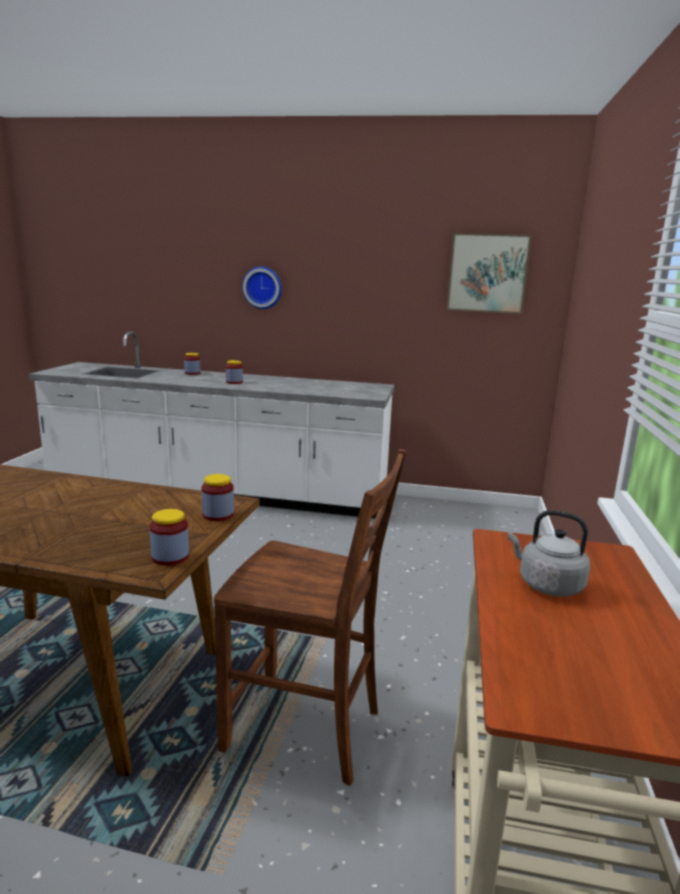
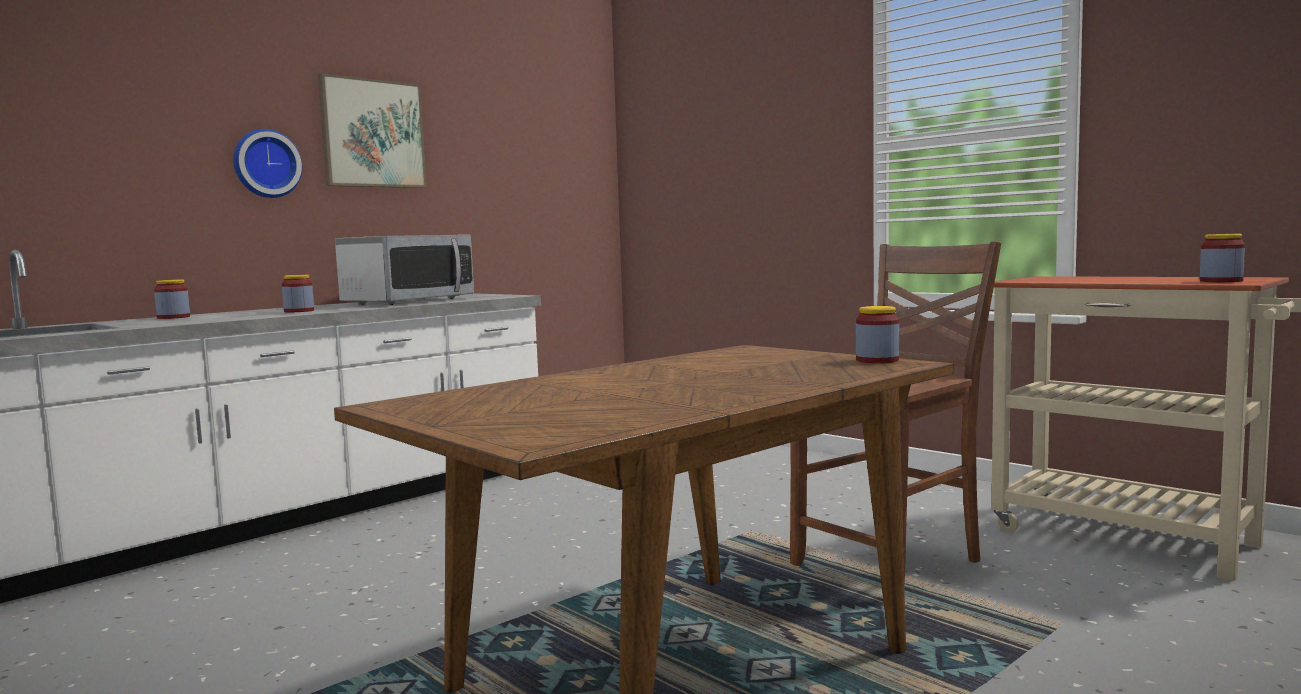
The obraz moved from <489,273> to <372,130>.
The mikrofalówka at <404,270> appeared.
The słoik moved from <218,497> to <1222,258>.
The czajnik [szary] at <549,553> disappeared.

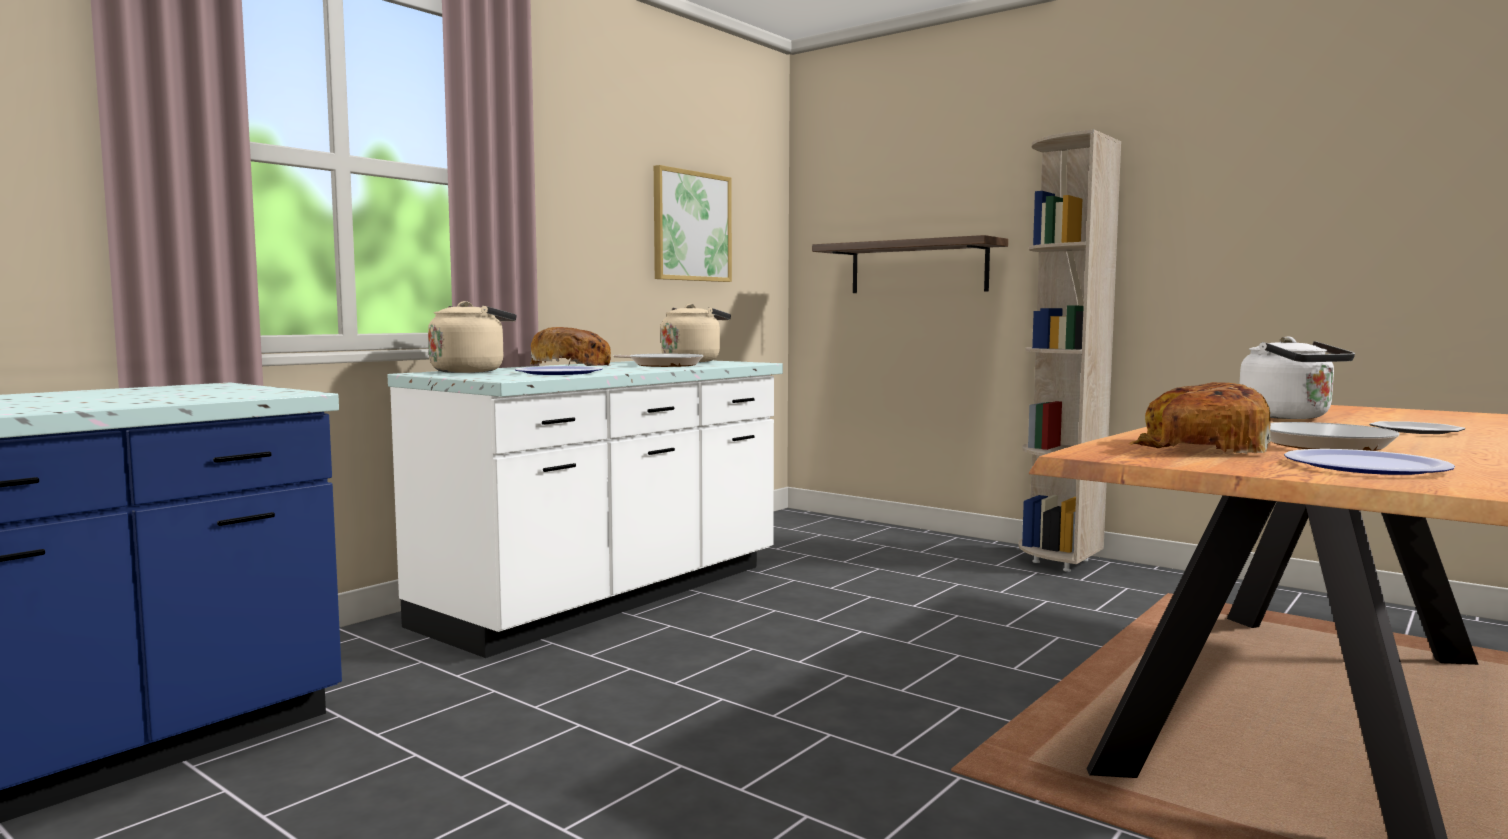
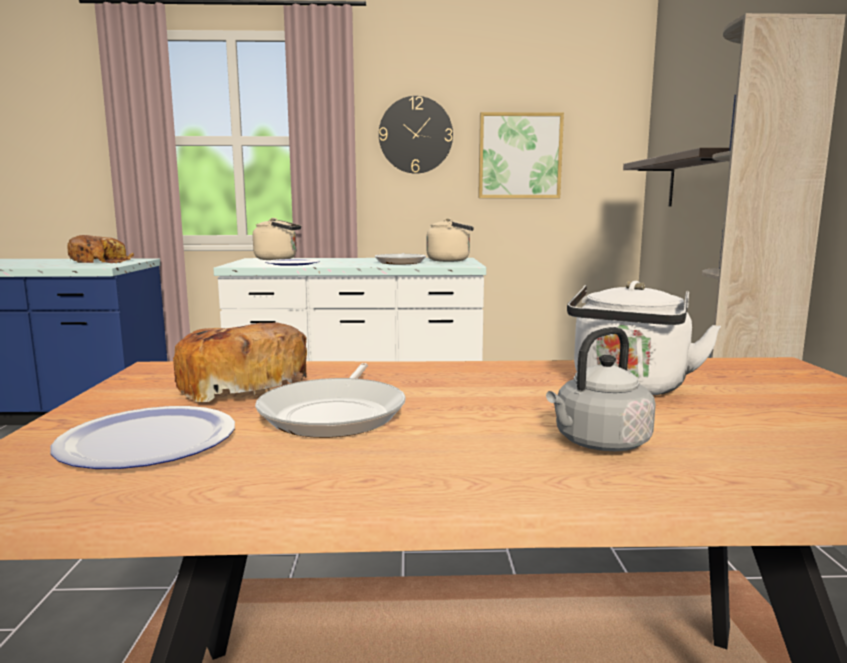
The chleb moved from <570,346> to <101,249>.
The zegar ścienny at <416,135> appeared.
The talerz at <1417,427> was replaced by the czajnik [szary] at <601,389>.

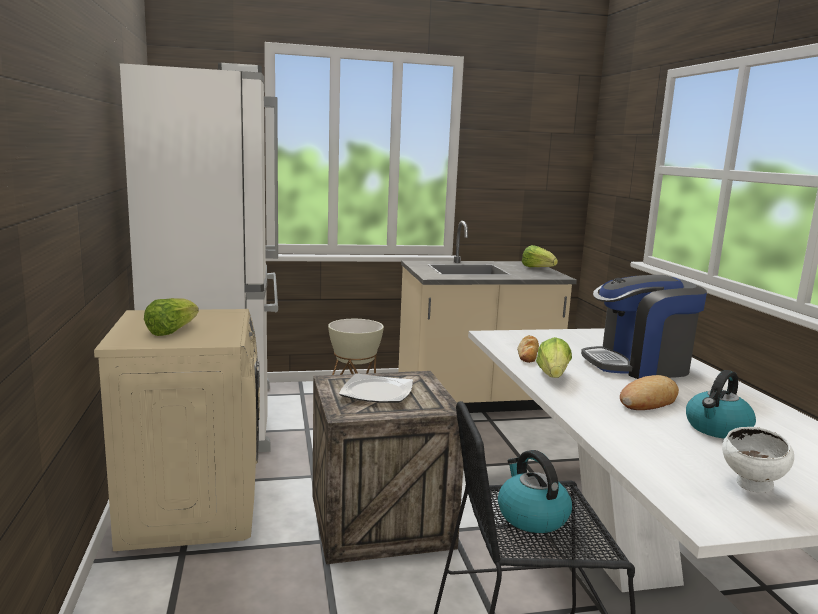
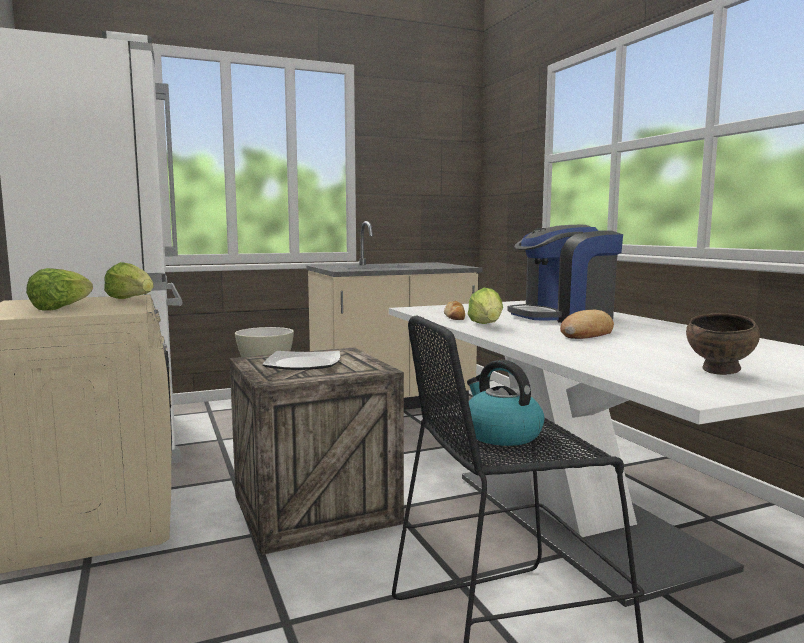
The sałata moved from <540,256> to <129,280>.
The miska [biały] at <758,460> became the miska [brązowy] at <723,344>.
The czajnik at <721,404> disappeared.

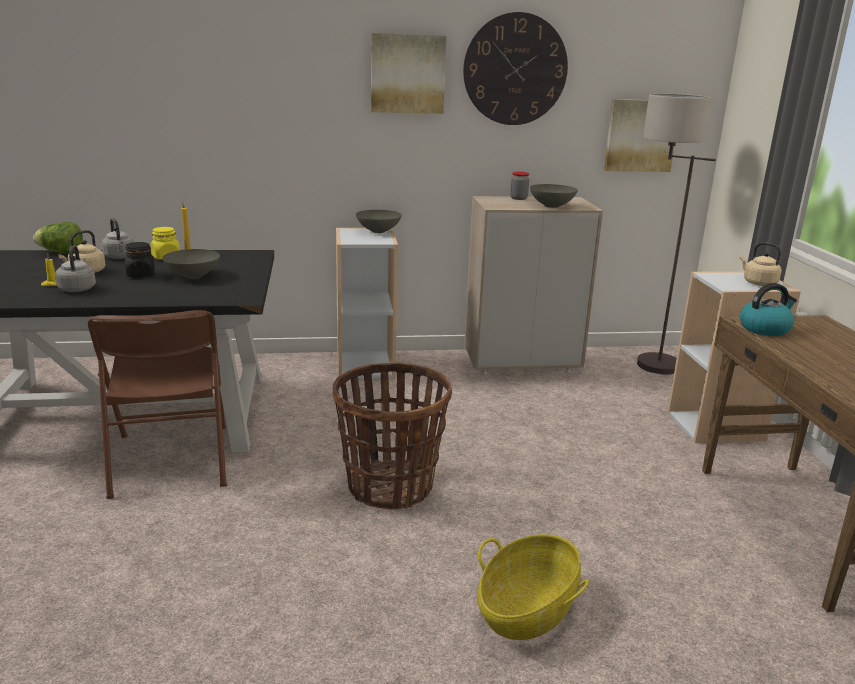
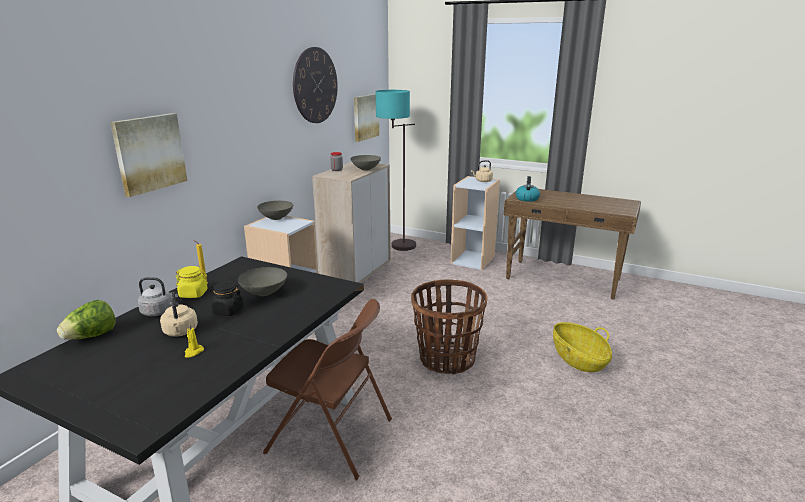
The obraz moved from <408,73> to <148,155>.
The lampa stojąca [szary] at <676,234> became the lampa stojąca [turkusowy] at <396,170>.
The czajnik [szary] at <75,268> disappeared.

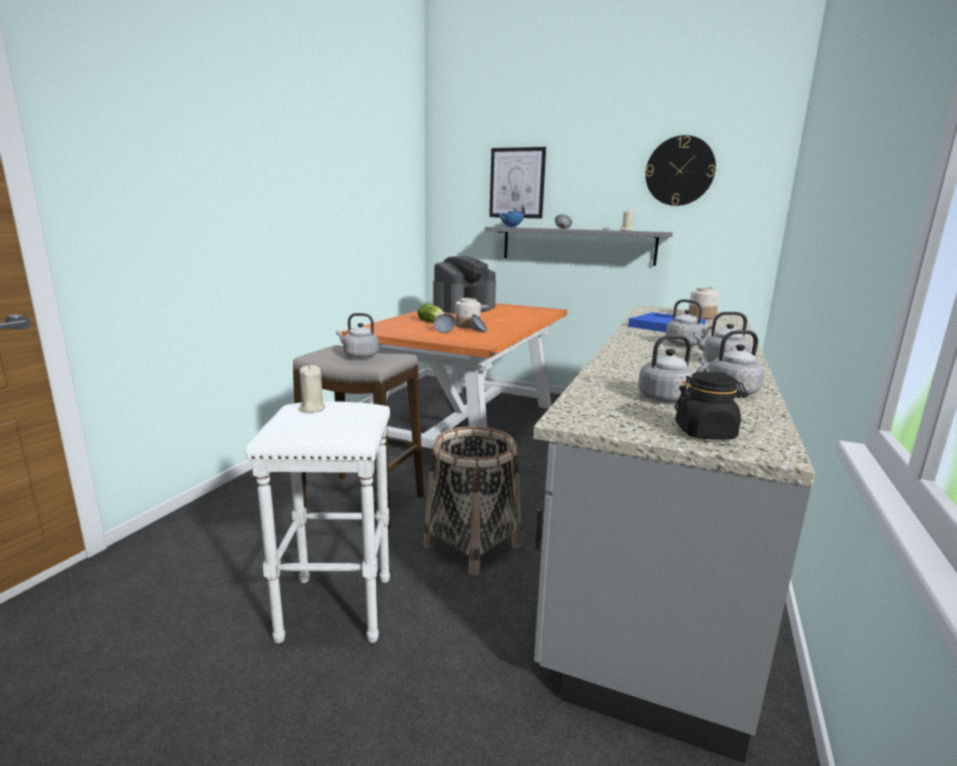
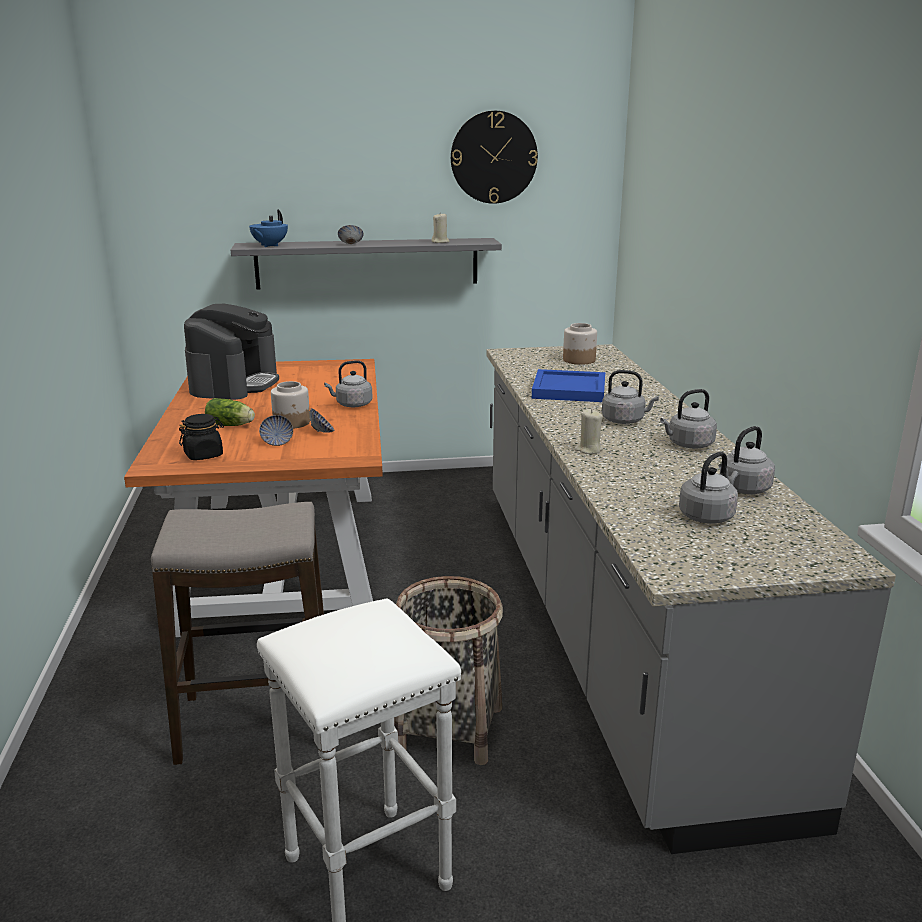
The słoik [czarny] moved from <711,405> to <201,437>.
The czajnik [szary] moved from <357,335> to <348,383>.
The świeca [beżowy] moved from <312,389> to <589,431>.
The obraz at <517,182> disappeared.

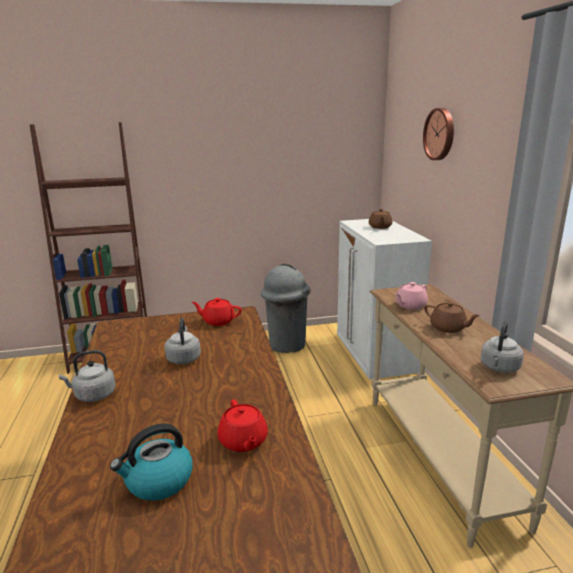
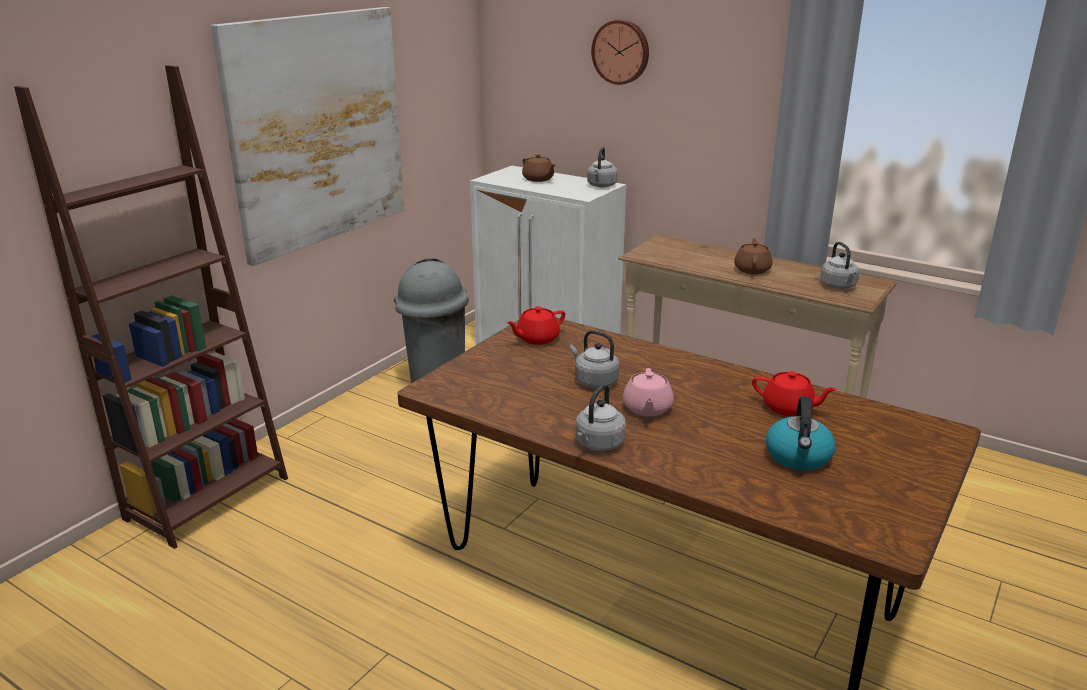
The obraz at <307,136> appeared.
The czajnik [szary] at <602,167> appeared.
The imbryk [różowy] moved from <412,296> to <648,392>.
The imbryk [brązowy] at <452,317> turned 75 degrees counterclockwise.

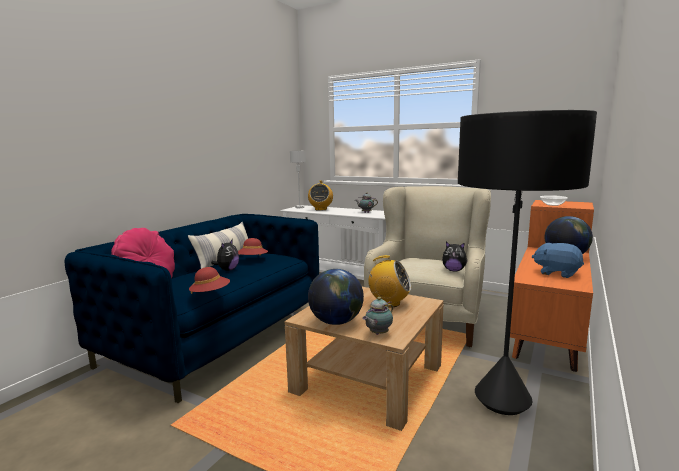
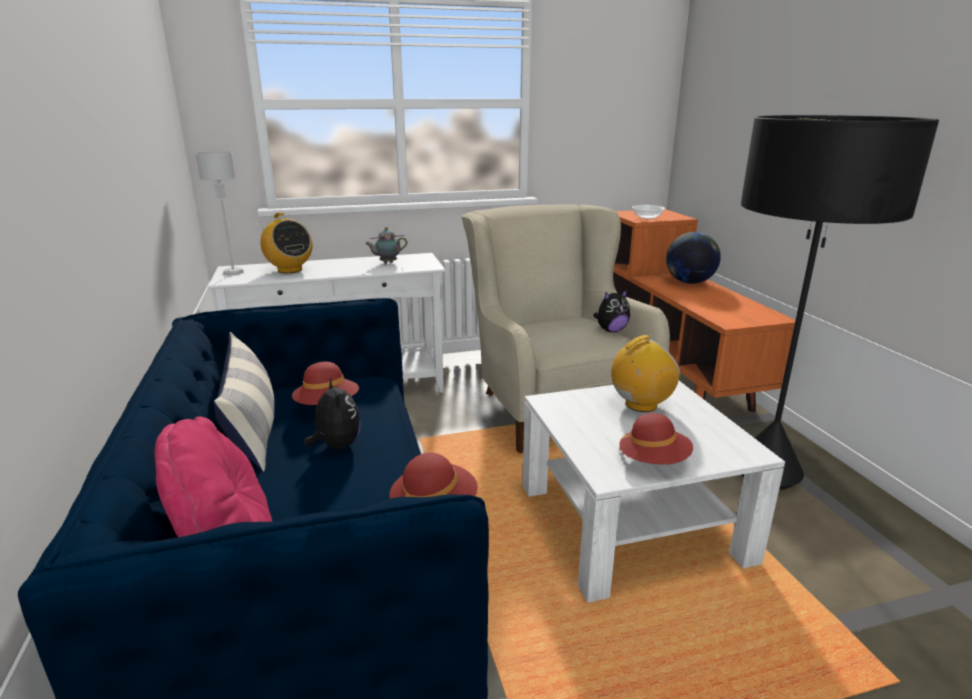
The ława [brązowy] at <364,359> became the ława [biały] at <653,492>.
The globus at <336,297> was replaced by the kapelusz [czerwony] at <656,438>.
The imbryk at <377,316> disappeared.
The pluszak [niebieski] at <557,260> disappeared.

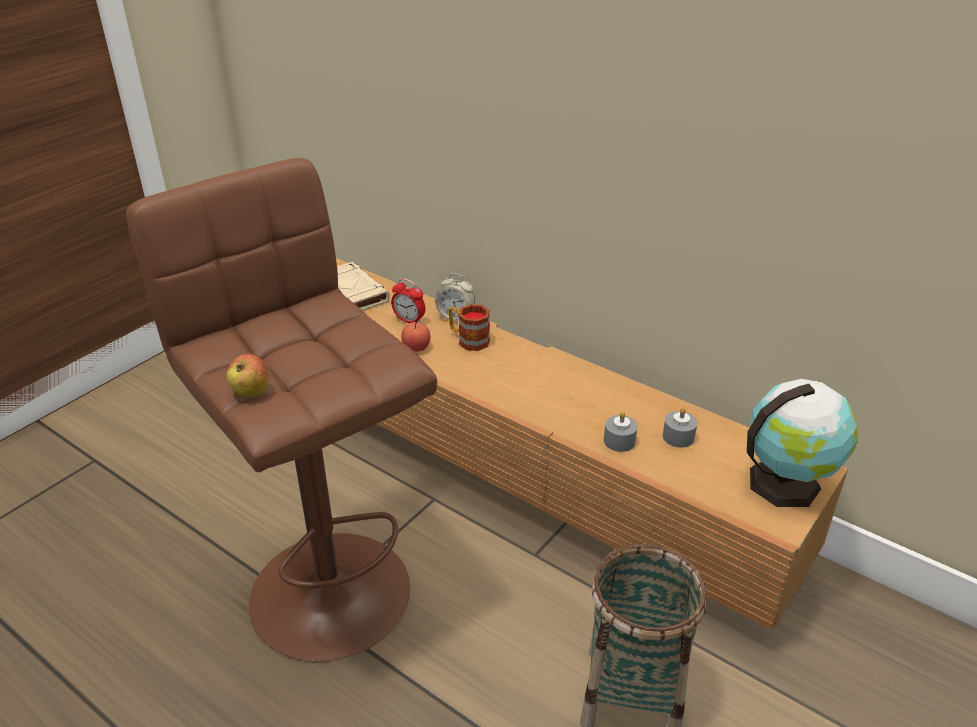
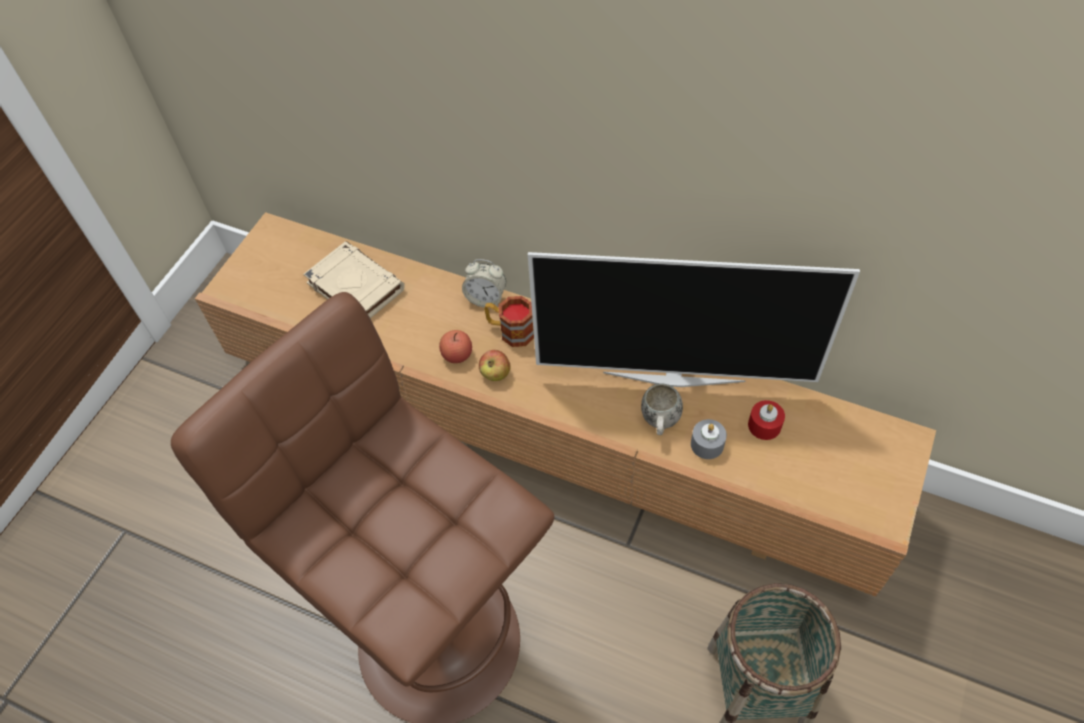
The jabłko moved from <247,375> to <495,365>.
The telewizor at <694,319> appeared.
The kubek [biały] at <662,409> appeared.
The świeca [szary] at <680,427> became the świeca [czerwony] at <766,420>.
The budzik at <408,300> disappeared.
The globus at <802,443> disappeared.

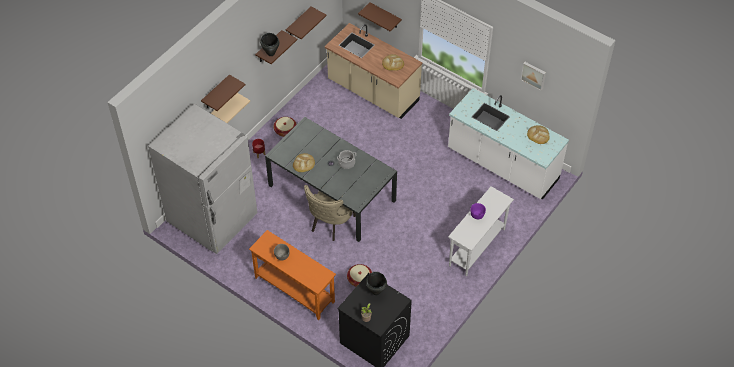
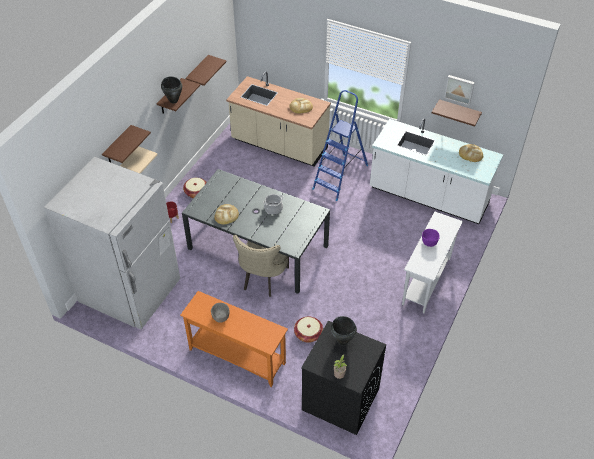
The drabinka [niebieski] at <340,145> appeared.
The półka [brązowy] moved from <380,16> to <457,112>.

